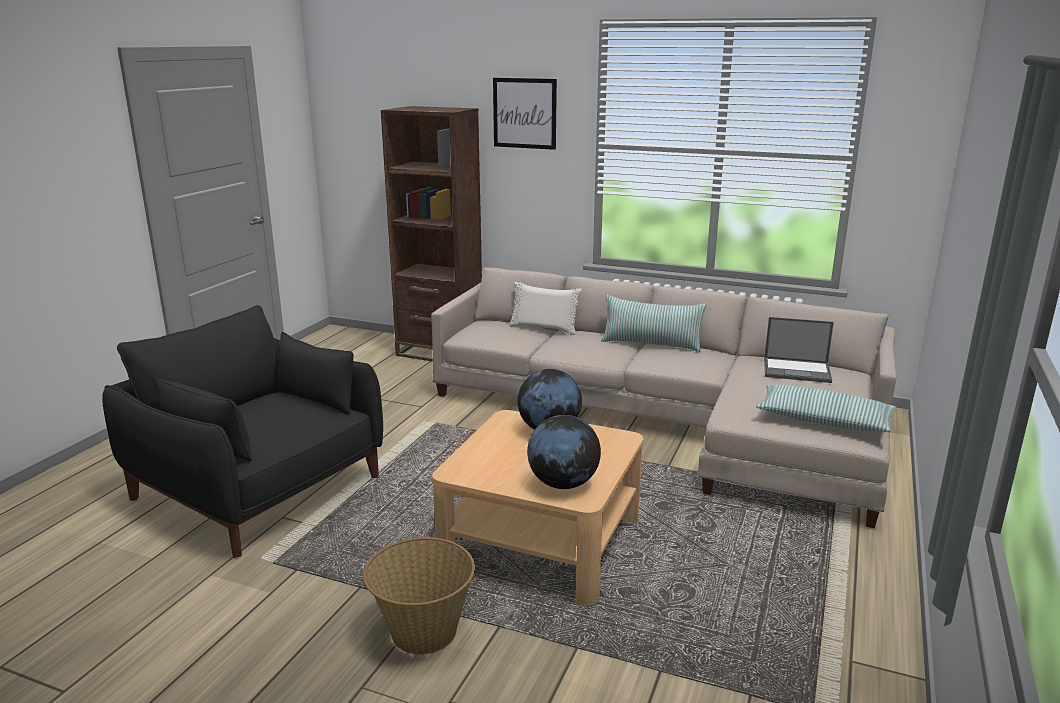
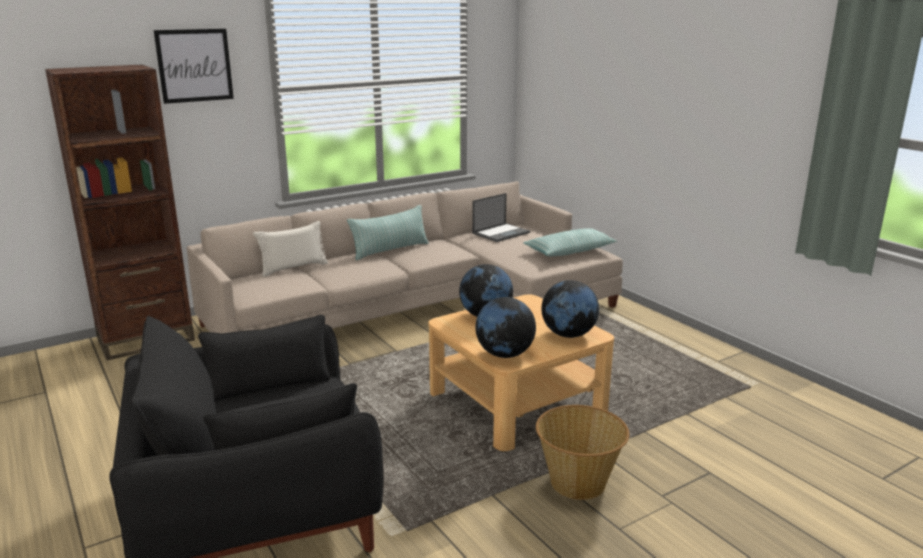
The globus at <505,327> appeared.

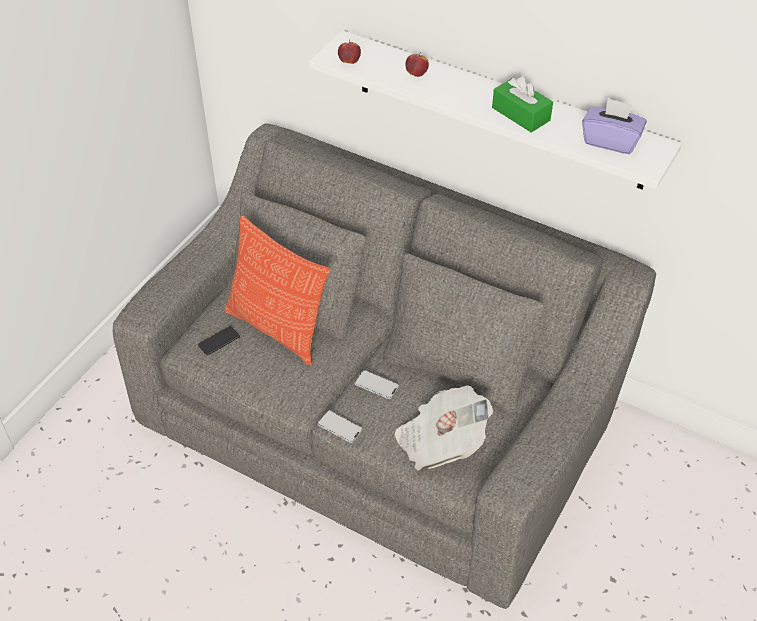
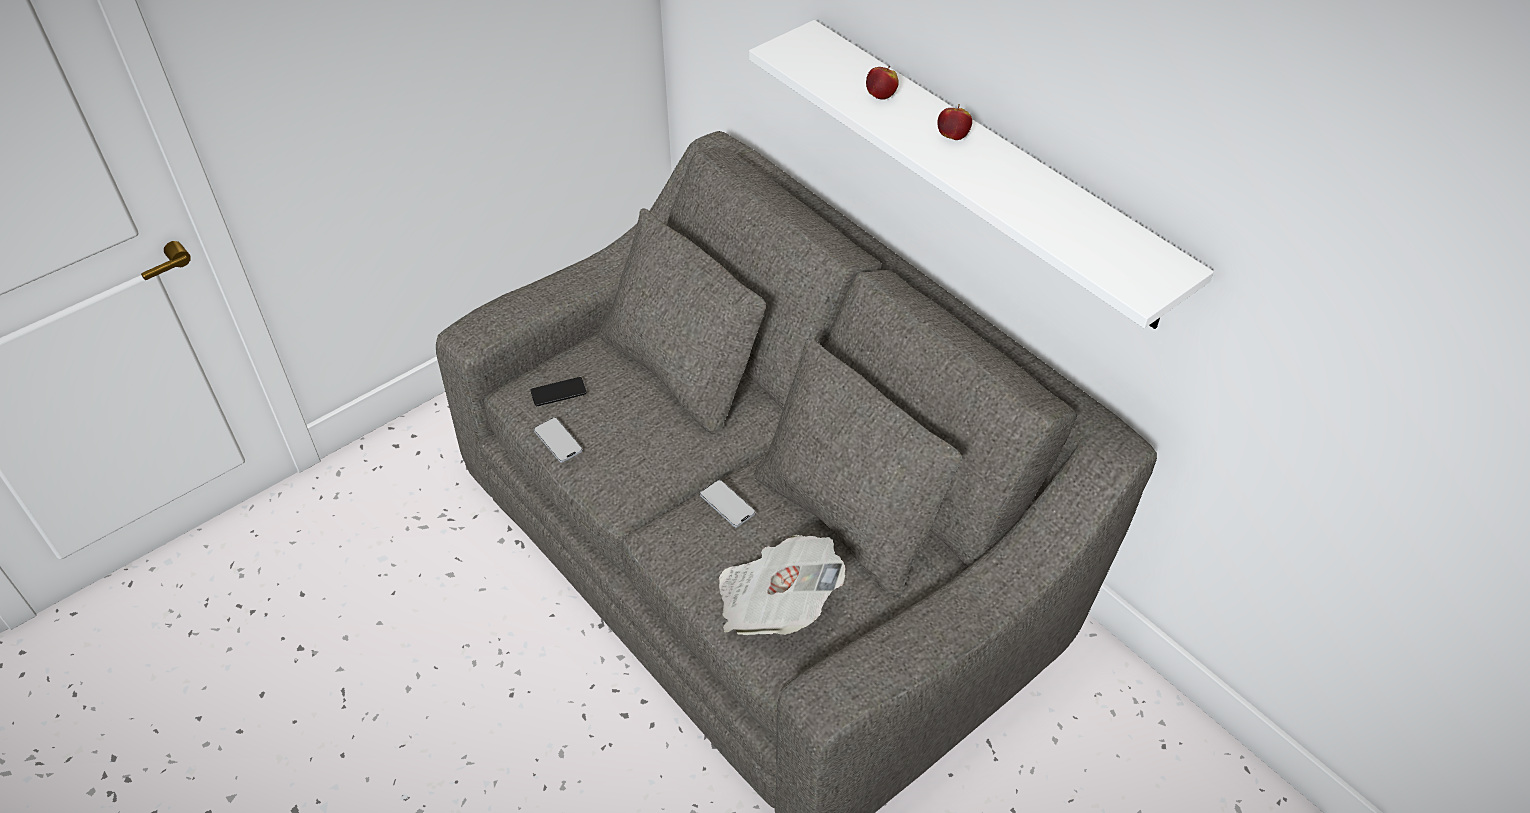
The telefon moved from <340,426> to <558,439>.
The jabłko moved from <349,52> to <954,122>.
The poduszka [pomarańczowy] at <277,290> disappeared.
The pudełko chusteczek [zielony] at <522,104> disappeared.
The pudełko chusteczek [fioletowy] at <614,126> disappeared.

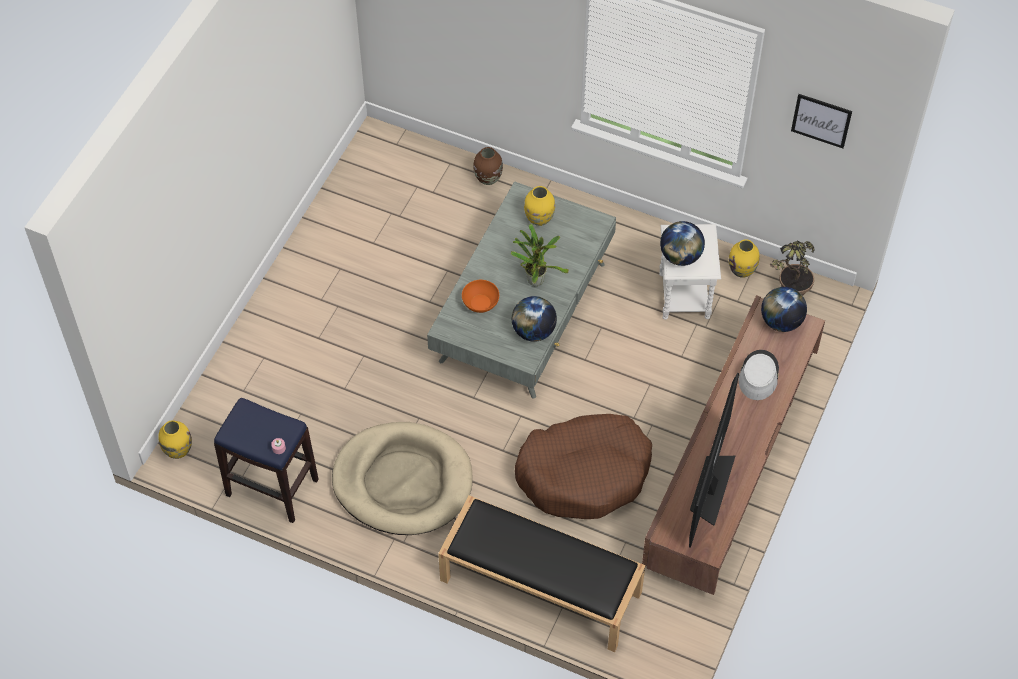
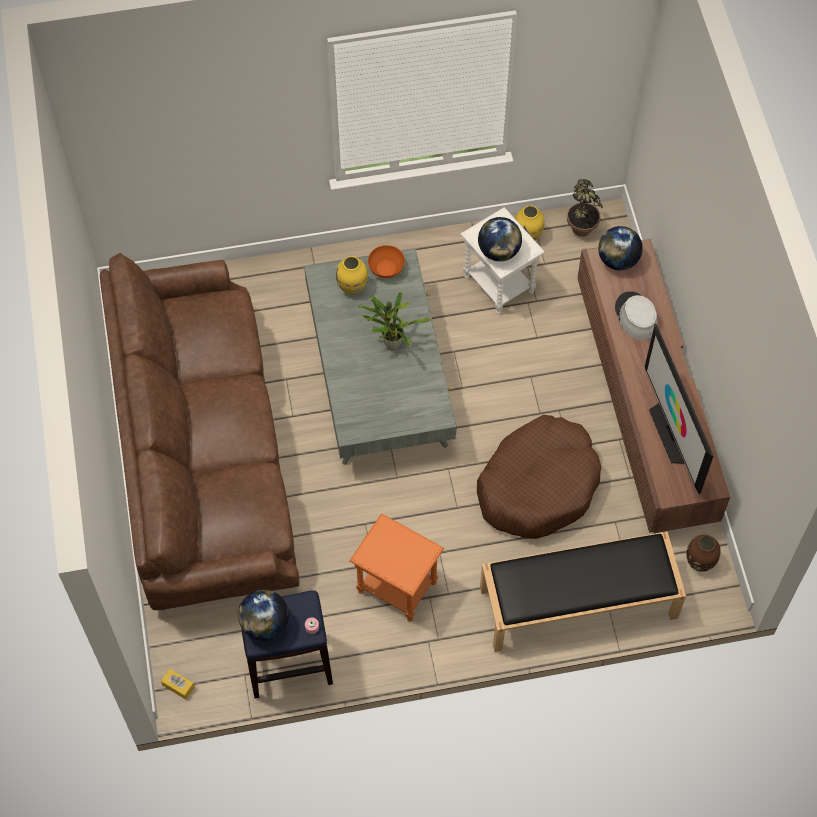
The kanapa [brązowy] at <199,431> appeared.
The wazon [żółty] at <175,439> was replaced by the pudełko chusteczek [żółty] at <178,684>.
The globus moved from <534,319> to <263,615>.
The legowisko [beżowy] at <402,478> was replaced by the stolik [pomarańczowy] at <397,567>.
The miska [pomarańczowy] moved from <480,296> to <386,261>.
The wazon [brązowy] moved from <488,166> to <703,553>.
The obraz at <821,121> disappeared.

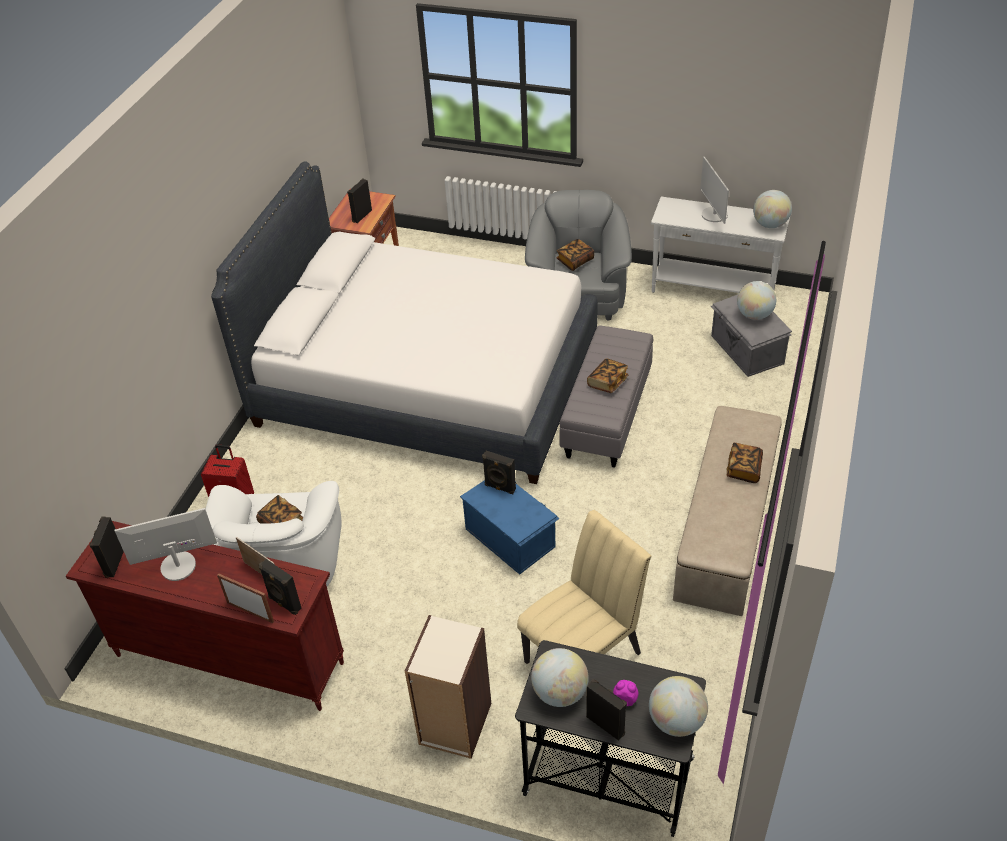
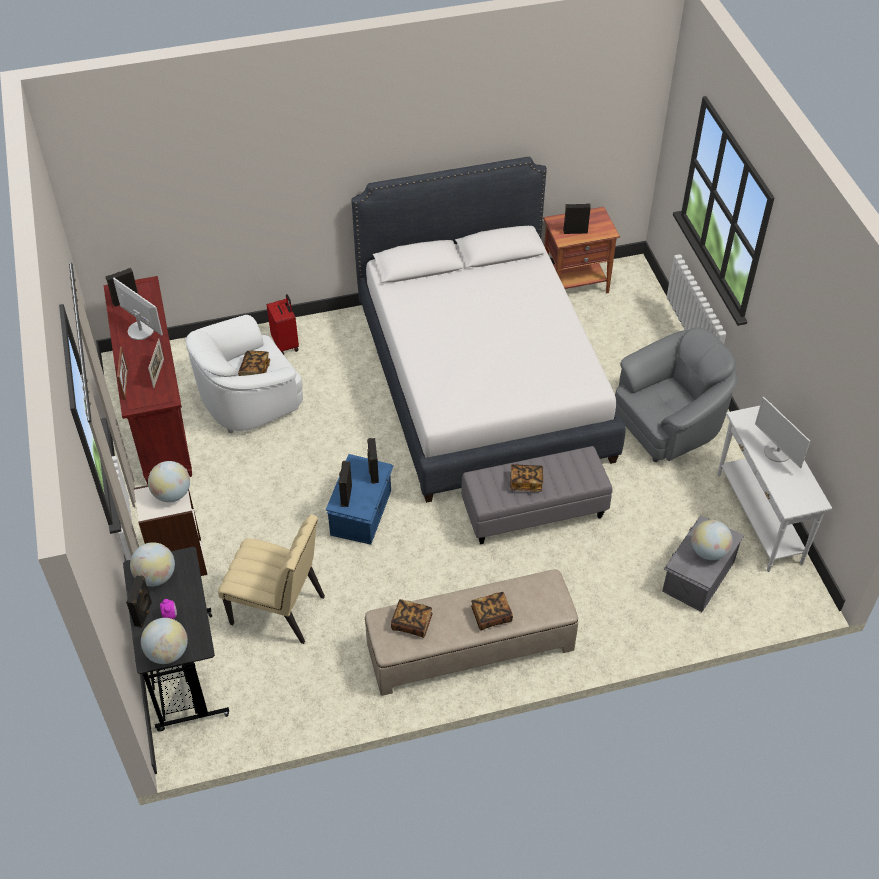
The globus moved from <772,209> to <169,481>.
The głośnik [czarny] moved from <280,587> to <345,484>.
The książka moved from <575,255> to <412,618>.
The monitor at <714,190> turned 75 degrees counterclockwise.

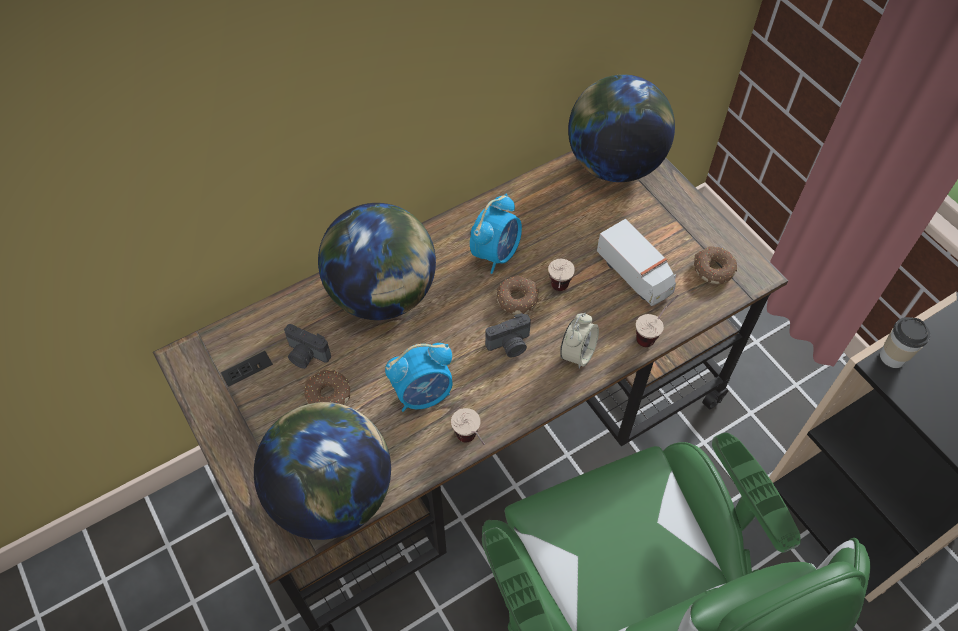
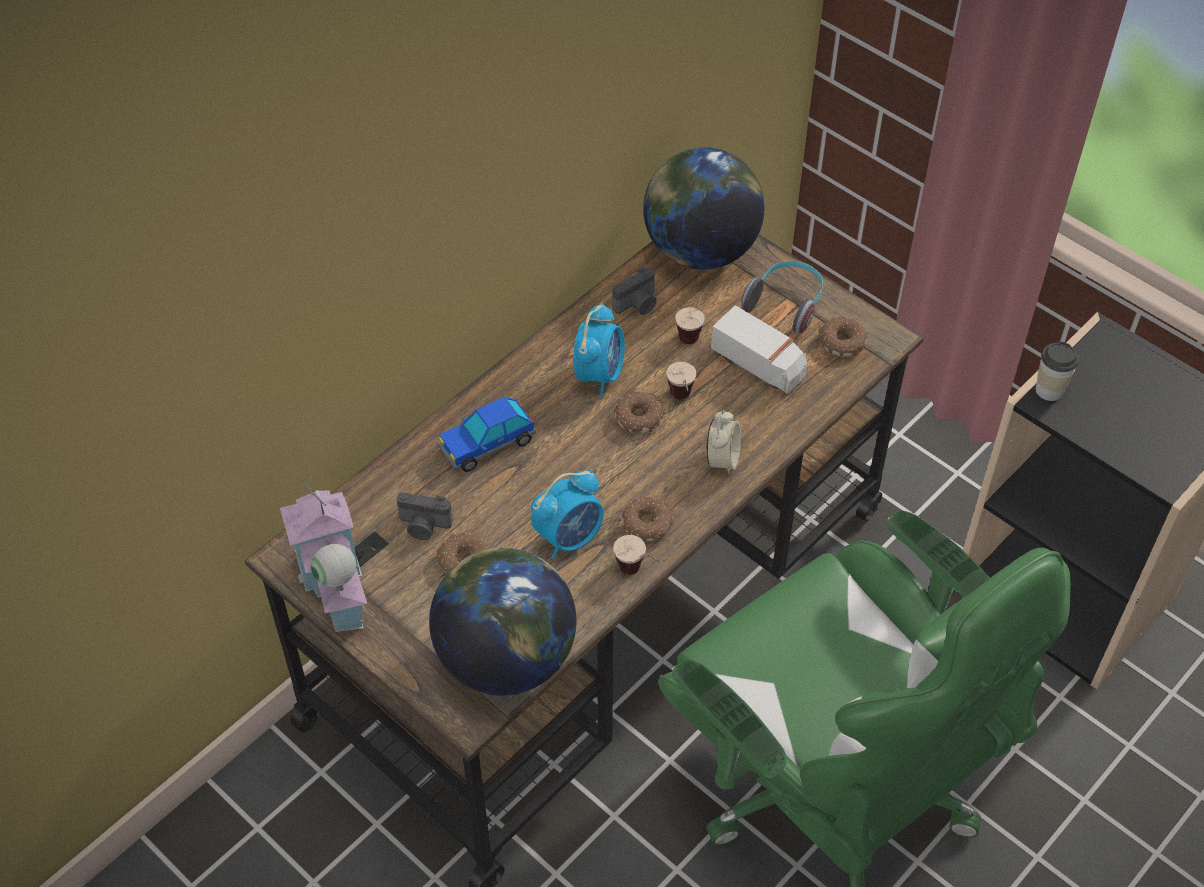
The domek at <323,553> appeared.
The globus at <377,261> was replaced by the samochodzik at <487,434>.
The aparat fotograficzny moved from <508,335> to <634,291>.
The donut at <648,519> appeared.
The filiżanka moved from <657,321> to <693,312>.
The słuchawki at <782,297> appeared.

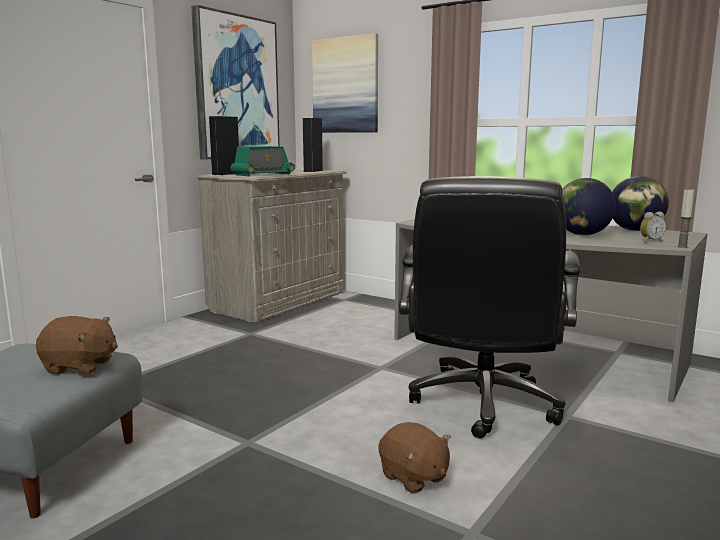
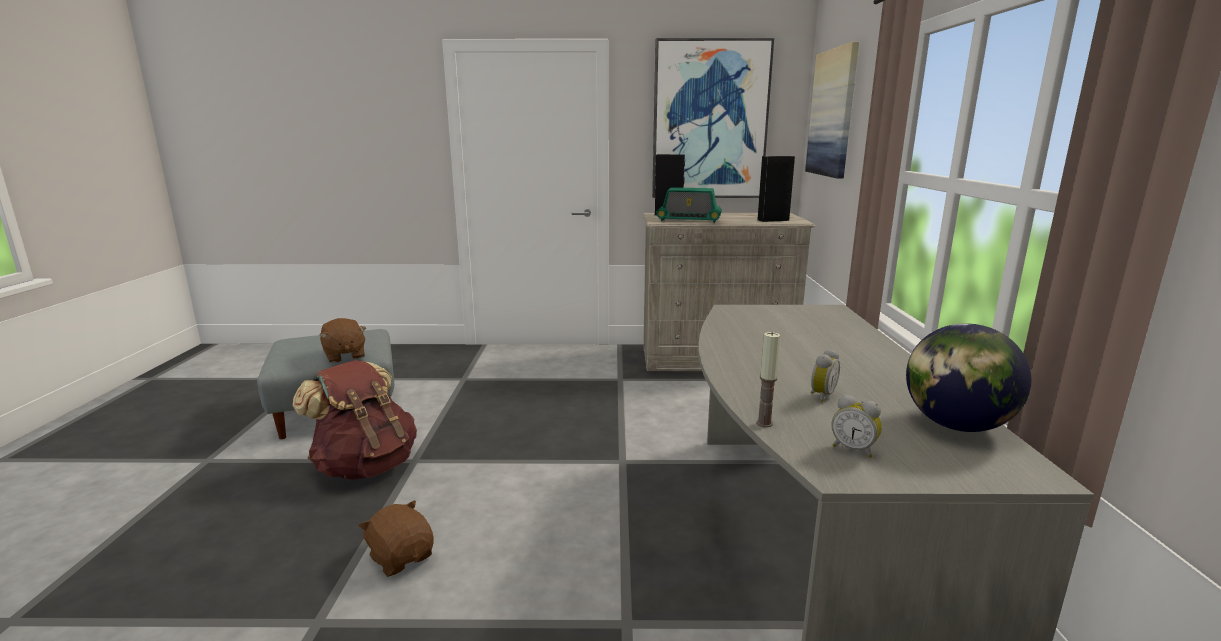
The plecak [brązowy] at <354,420> appeared.
The pluszak [brązowy] at <414,457> turned 120 degrees clockwise.
The świeca moved from <686,218> to <768,379>.
The globus at <589,206> was replaced by the budzik at <825,375>.
The krzesło biurowe [czarny] at <489,307> disappeared.

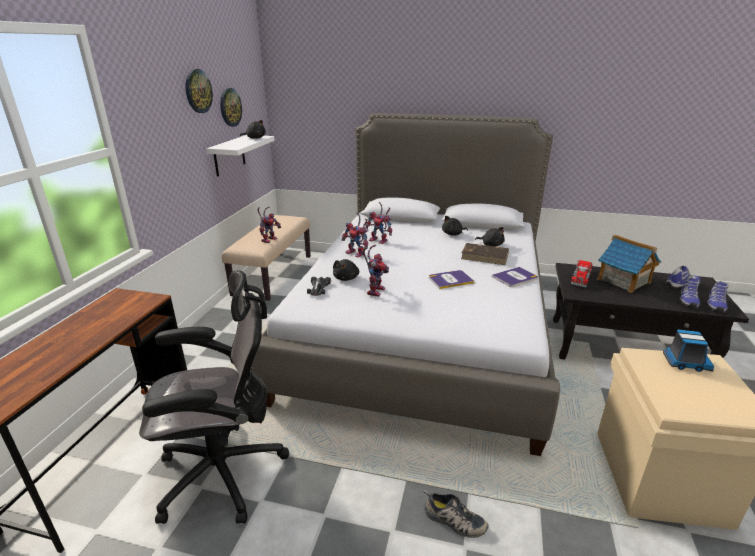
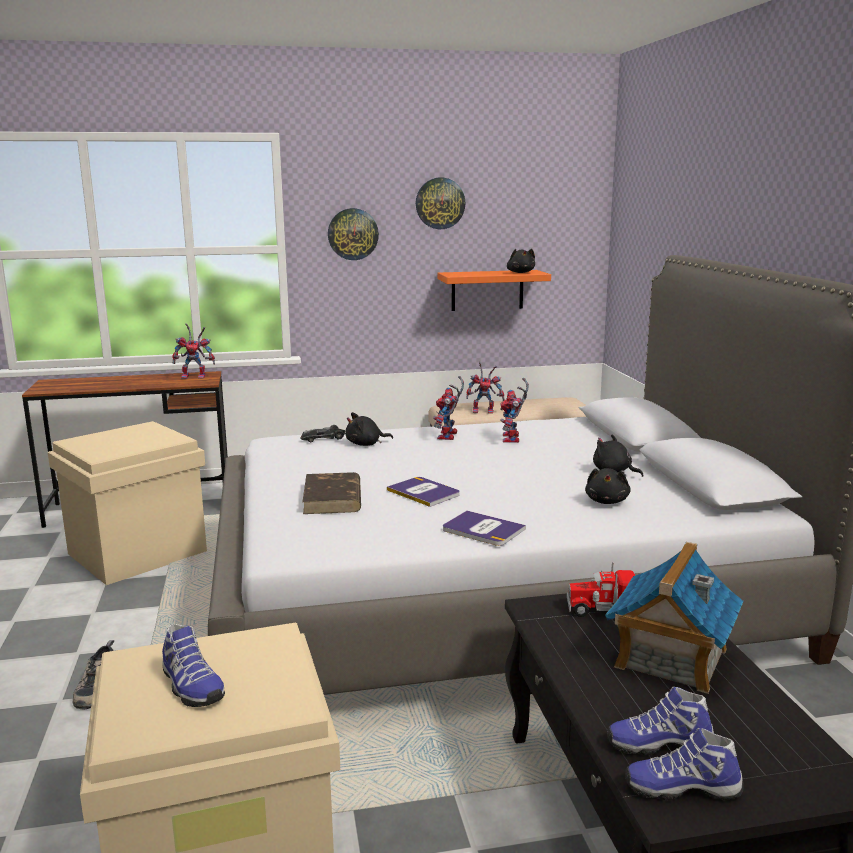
The krzesło biurowe at <214,397> was replaced by the pojemnik do przechowywania [beżowy] at <127,503>.
The but moved from <683,277> to <193,665>.
The robot zabawkowy moved from <376,271> to <193,351>.
The książka [brązowy] moved from <485,254> to <332,493>.
The zegar ścienny moved from <231,107> to <353,234>.
The półka [biały] at <240,156> became the półka [pomarańczowy] at <494,290>.
The ciężarówka zabawkowa at <688,350> disappeared.

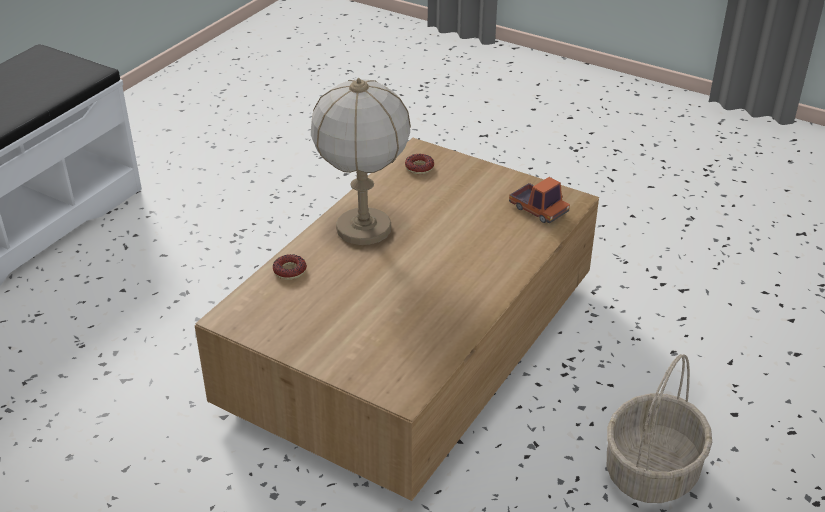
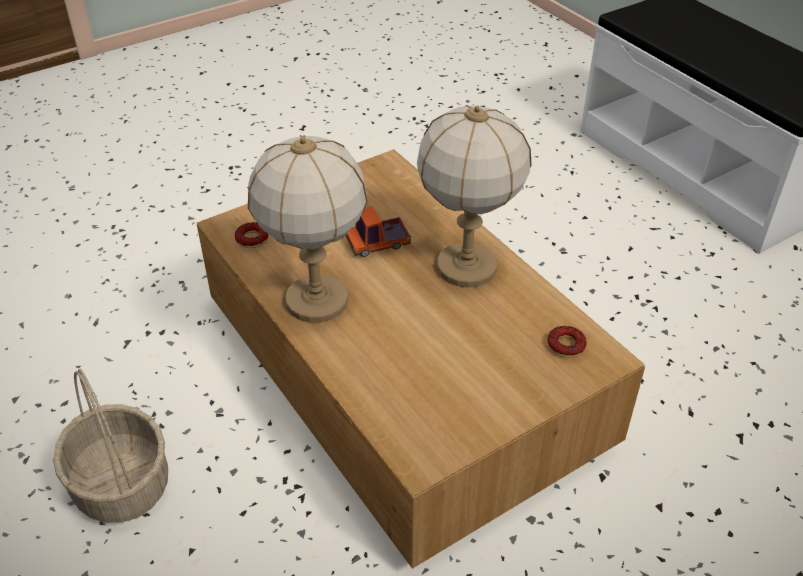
The donut moved from <290,267> to <252,235>.
The lampa stołowa at <308,229> appeared.
The ciężarówka zabawkowa moved from <539,200> to <378,231>.

